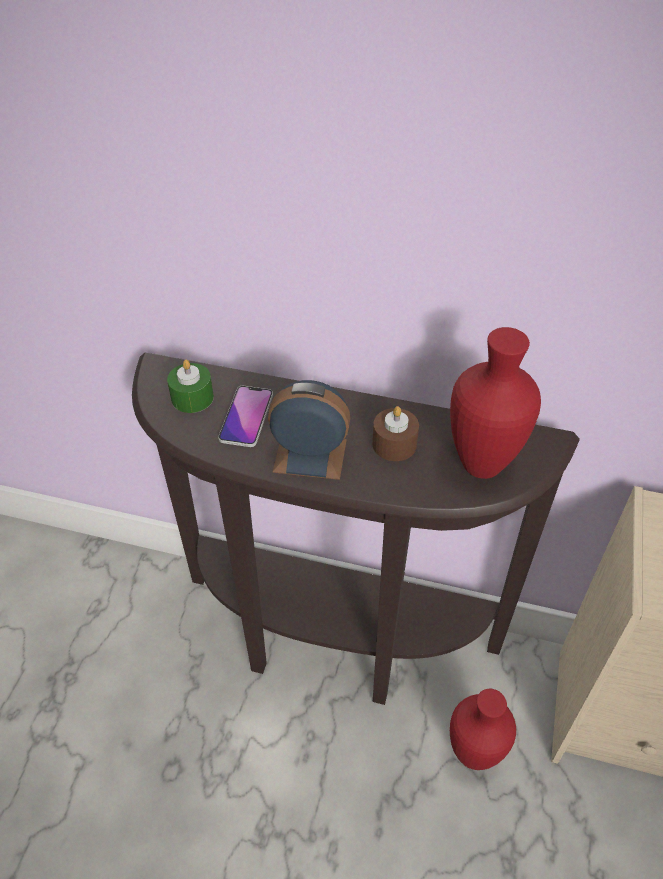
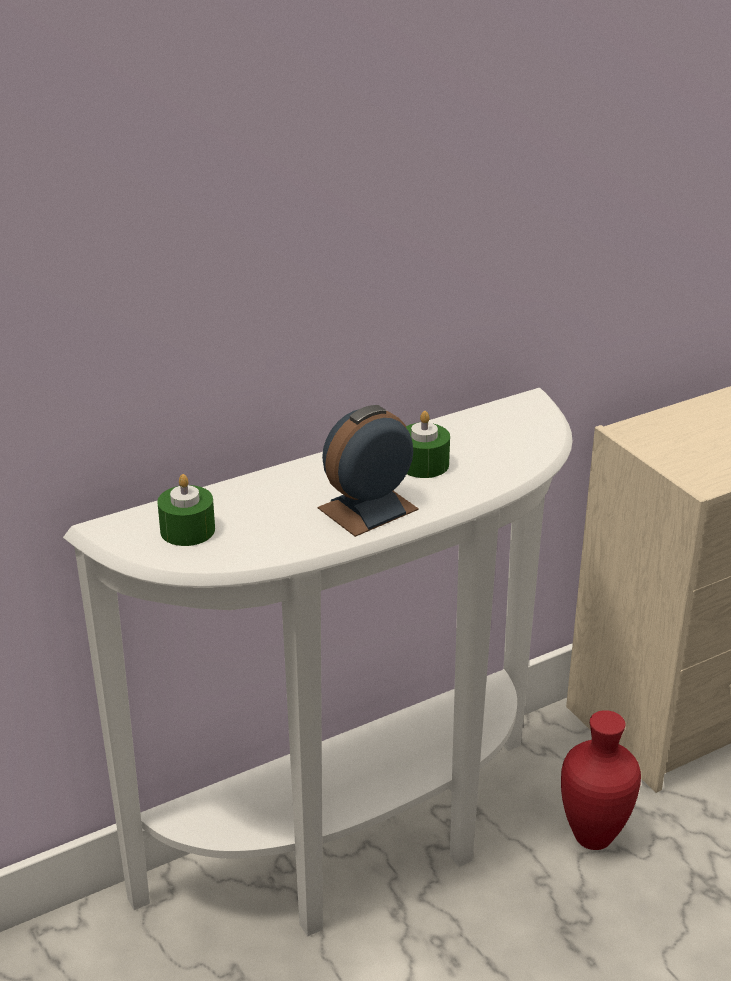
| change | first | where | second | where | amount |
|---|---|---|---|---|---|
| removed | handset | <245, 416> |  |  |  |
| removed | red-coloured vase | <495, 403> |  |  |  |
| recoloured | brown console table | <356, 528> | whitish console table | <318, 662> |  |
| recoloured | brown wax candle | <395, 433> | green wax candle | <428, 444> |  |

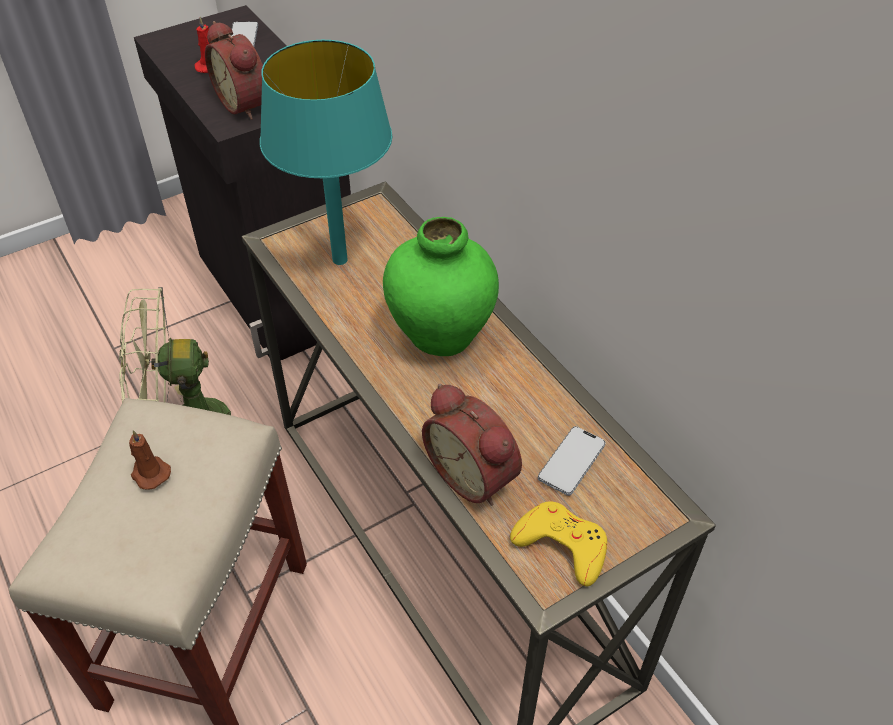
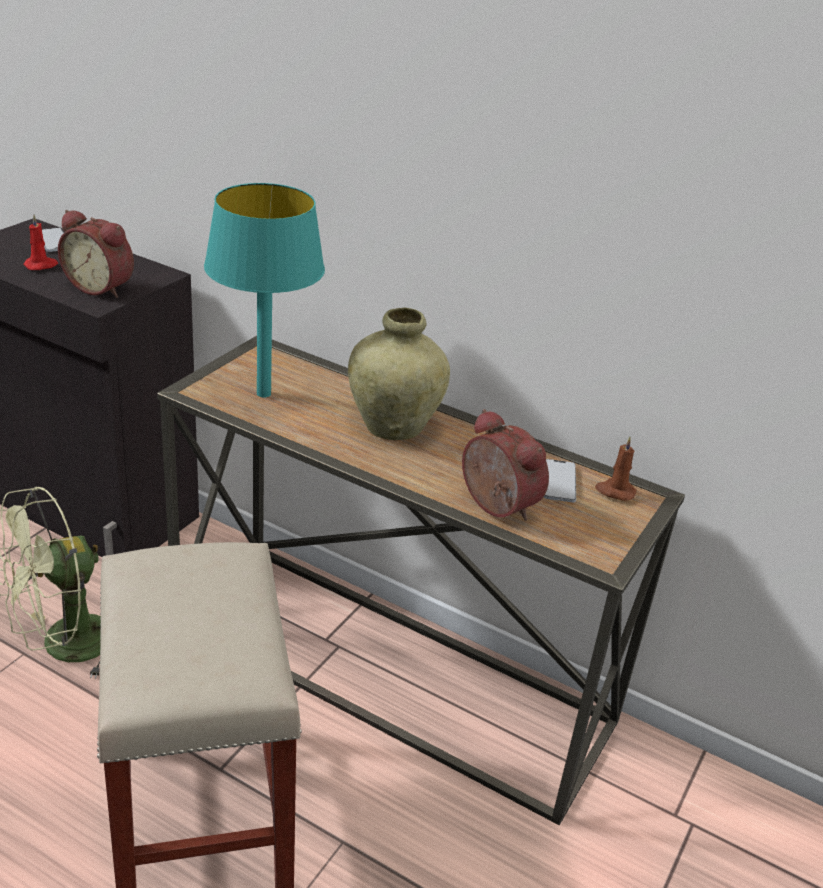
| change | first | where | second | where | amount |
|---|---|---|---|---|---|
| removed | yellow-coloured gamepad | <558, 543> |  |  |  |
| moved | brown wax candle | <150, 460> |  | <616, 469> |  |
| recoloured | green vase | <441, 286> | beige-coloured vase | <399, 373> |  |
| turned | bedside clock | <472, 445> |  | <505, 465> | 150 degrees counterclockwise |

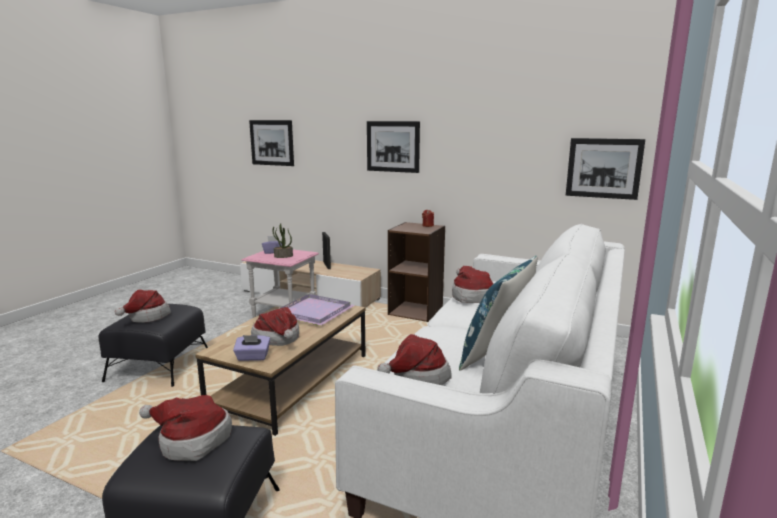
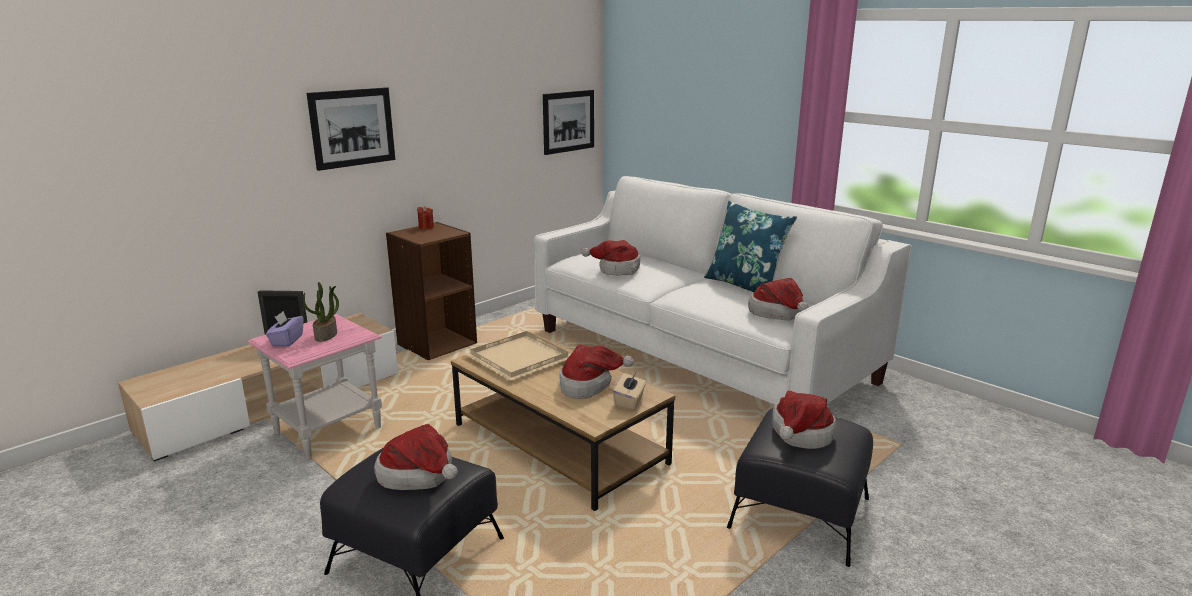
| change | first | where | second | where | amount |
|---|---|---|---|---|---|
| removed | picture | <271, 143> |  |  |  |
| recoloured | purple-coloured tissue holder | <251, 348> | beige-coloured tissue holder | <629, 391> |  |
| recoloured | purple-coloured tray | <317, 310> | beige-coloured tray | <517, 356> |  |

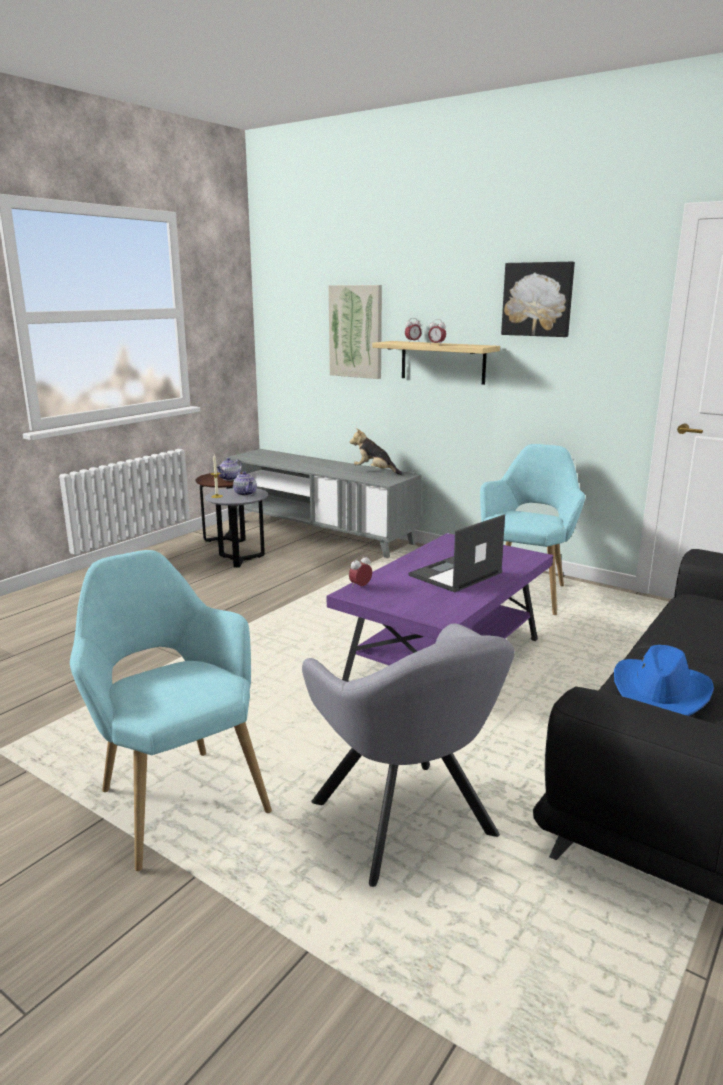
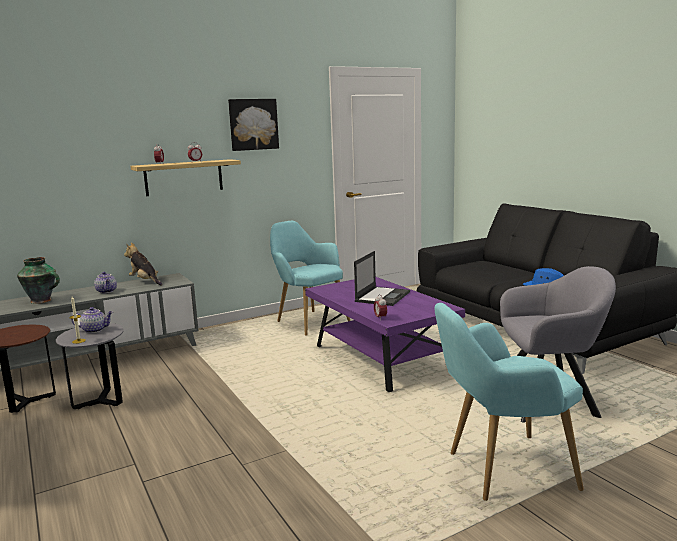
| change | first | where | second | where | amount |
|---|---|---|---|---|---|
| removed | picture | <355, 332> |  |  |  |
| added |  |  | vase | <38, 280> |  |
| moved | teapot | <229, 469> |  | <105, 282> |  |
| turned | cuddly toy | <376, 451> |  | <143, 264> | 75 degrees clockwise |
| turned | portable computer | <456, 553> |  | <382, 278> | 135 degrees counterclockwise |

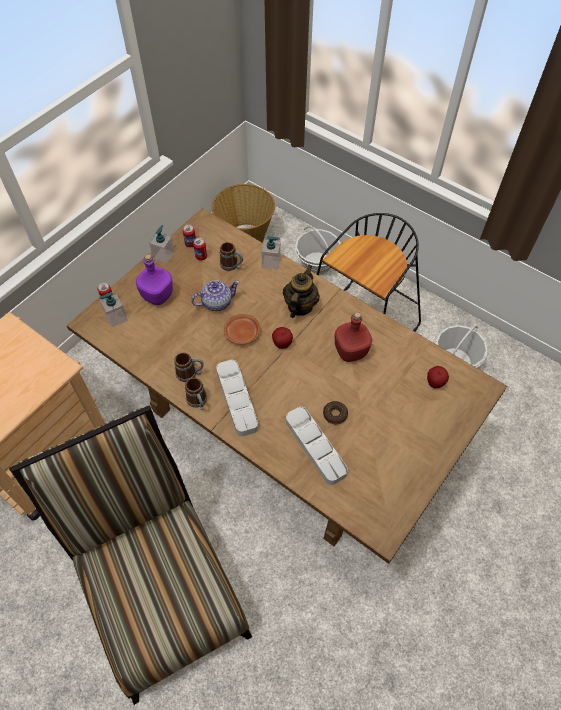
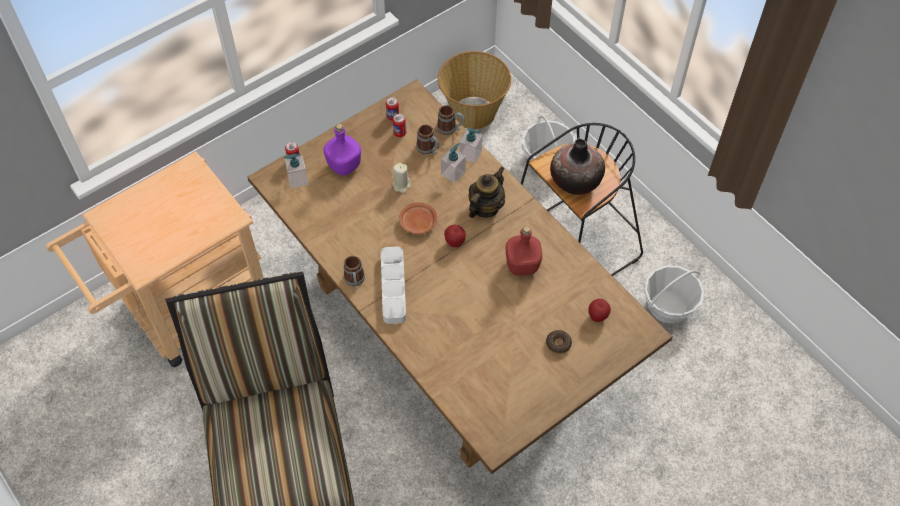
| change | first | where | second | where | amount |
|---|---|---|---|---|---|
| removed | grey tray | <317, 446> |  |  |  |
| added |  |  | vase | <577, 167> |  |
| moved | soap bottle | <162, 244> |  | <453, 163> |  |
| moved | tea mug | <189, 367> |  | <451, 120> |  |
| moved | doughnut | <335, 412> |  | <559, 342> |  |
| replaced | teapot | <215, 295> | beige-coloured wax candle | <401, 178> |  |

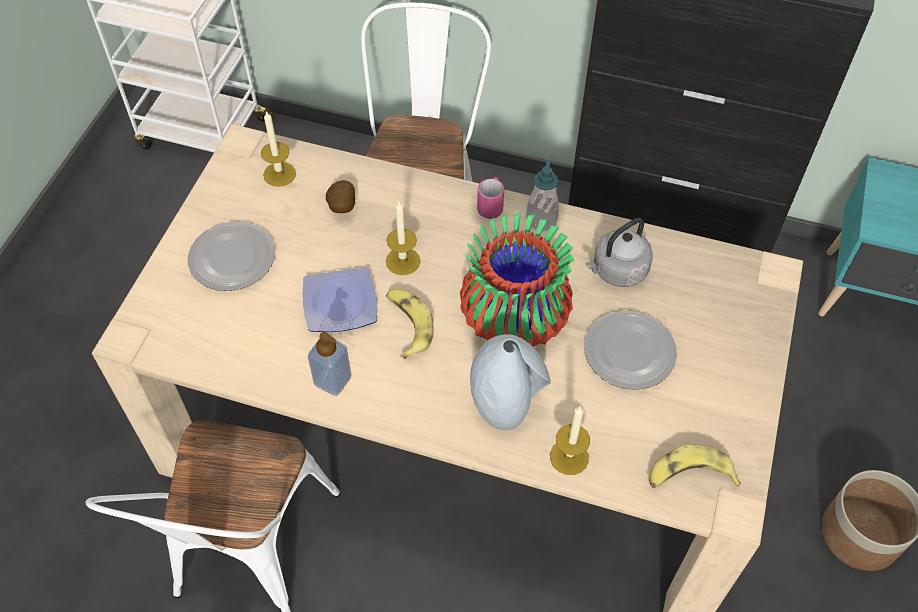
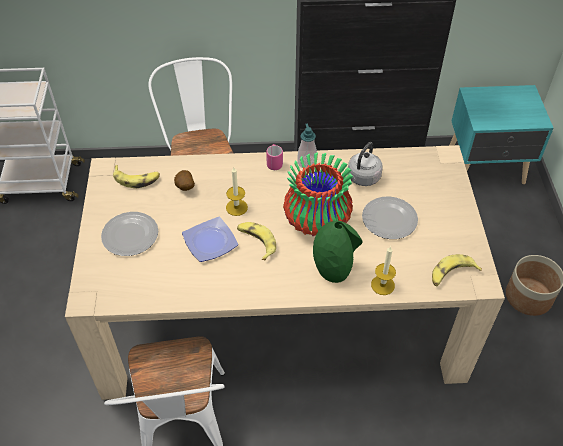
| change | first | where | second | where | amount |
|---|---|---|---|---|---|
| removed | soap bottle | <329, 364> |  |  |  |
| replaced | wax candle | <278, 148> | banana fruit | <136, 176> |  |
| recoloured | grey vase | <510, 382> | green vase | <338, 252> |  |

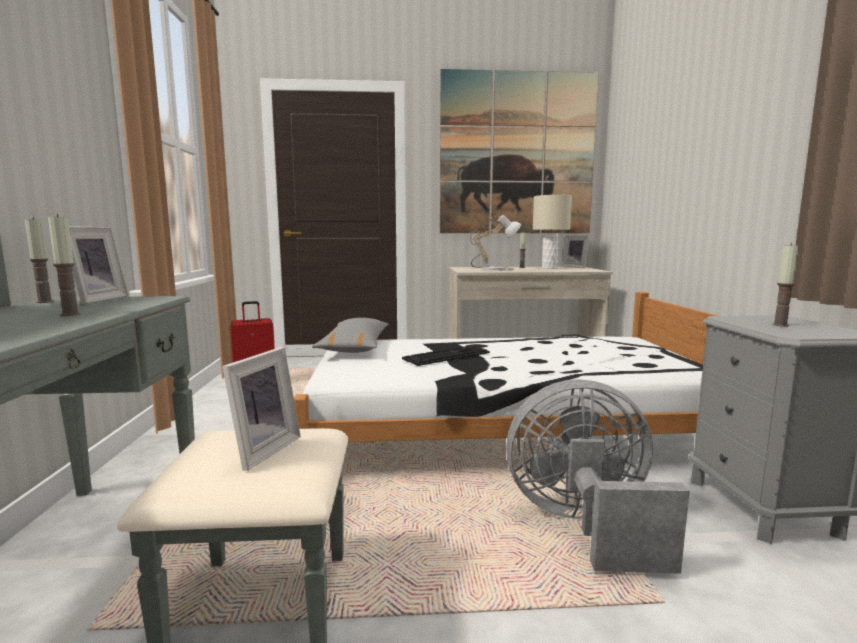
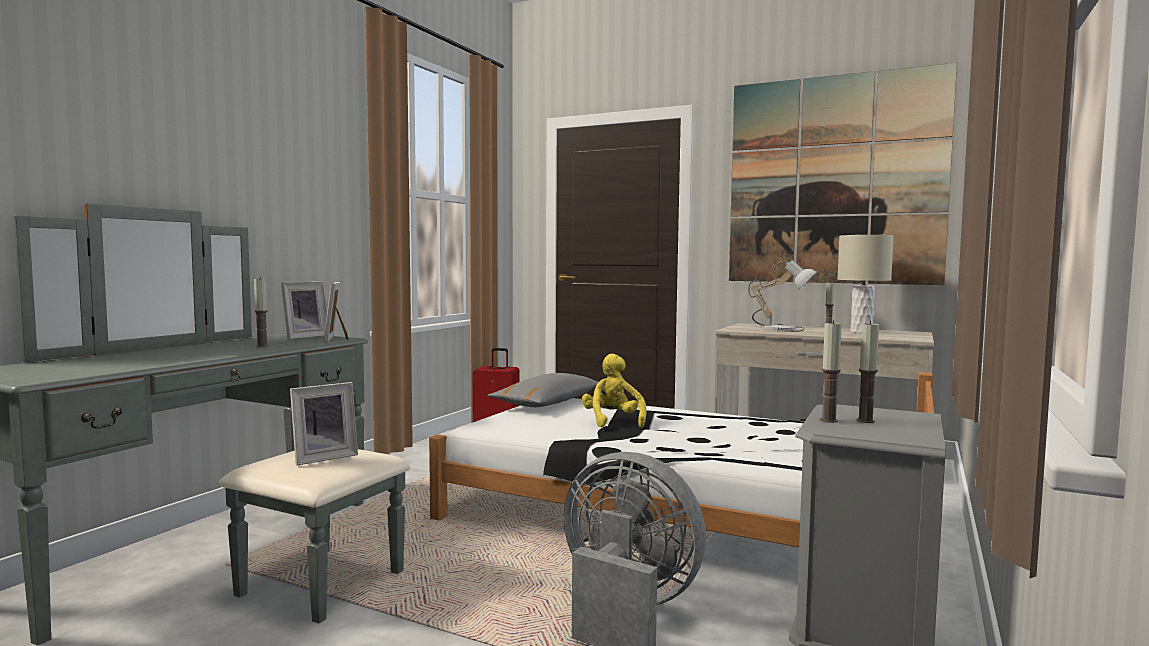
| change | first | where | second | where | amount |
|---|---|---|---|---|---|
| moved | wax candle | <39, 260> |  | <831, 371> |  |
| moved | picture frame | <575, 251> |  | <335, 312> |  |
| replaced | PC keyboard | <446, 355> | yellow-coloured cuddly toy | <614, 391> |  |

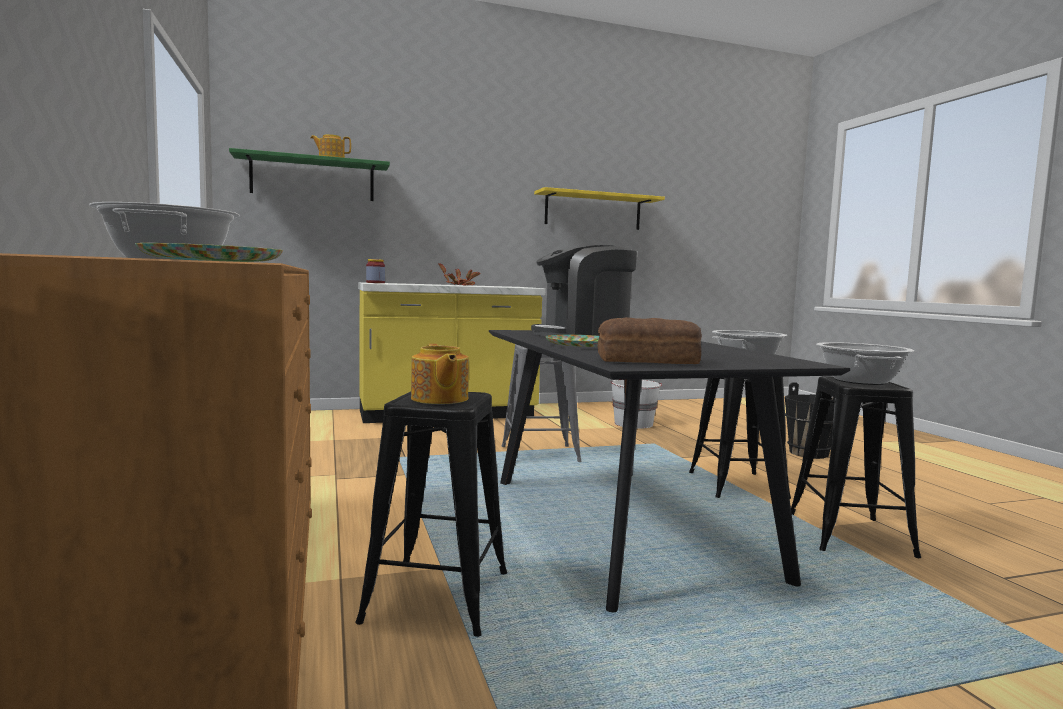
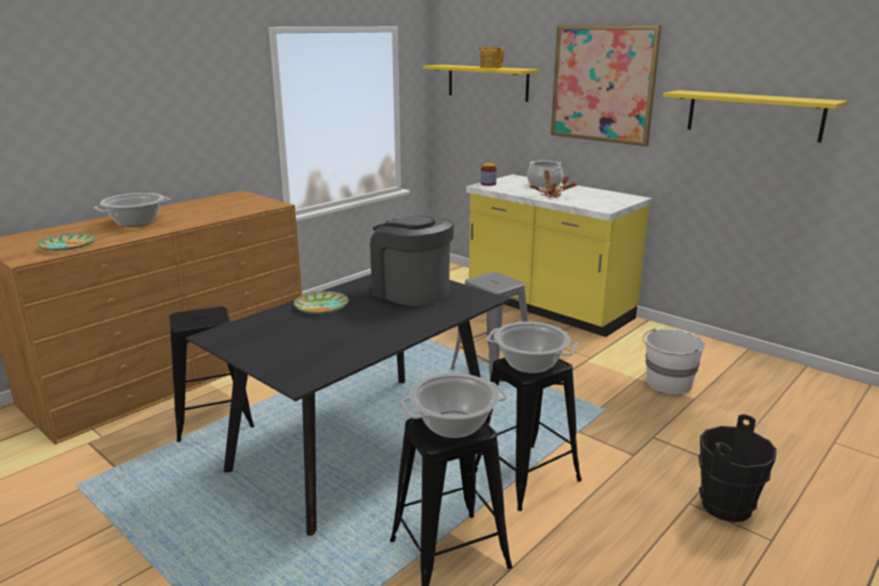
| change | first | where | second | where | amount |
|---|---|---|---|---|---|
| removed | teapot | <440, 374> |  |  |  |
| removed | bakery bread | <650, 340> |  |  |  |
| added |  |  | stockpot | <545, 174> |  |
| added |  |  | picture | <606, 85> |  |
| recoloured | green wall shelf | <309, 174> | yellow-coloured wall shelf | <481, 83> |  |

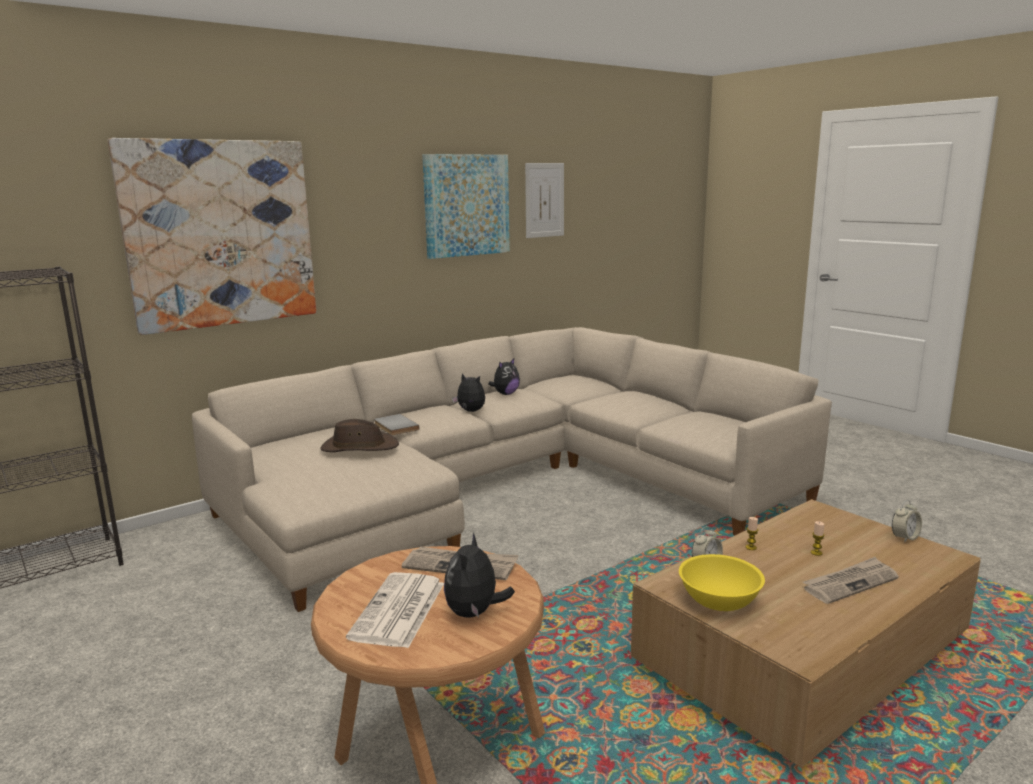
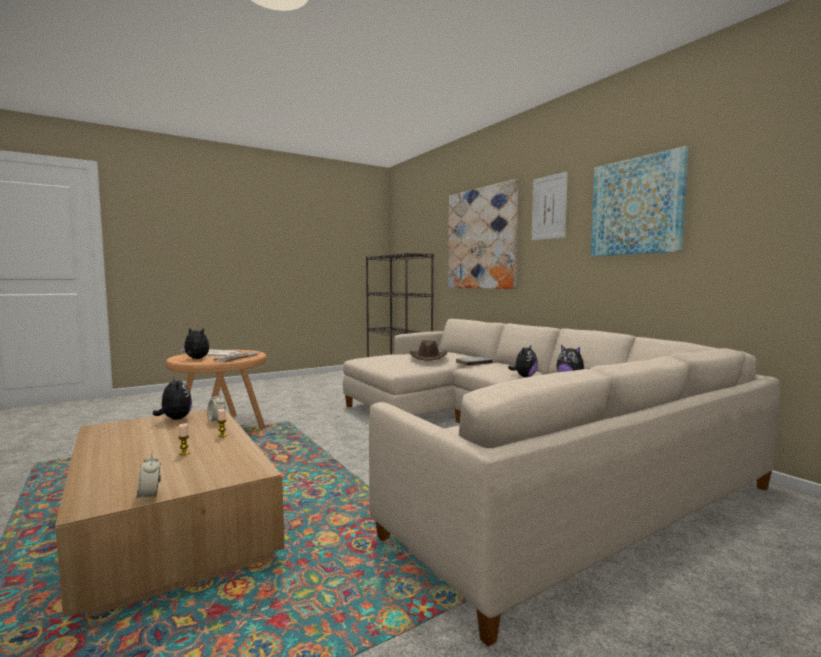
| change | first | where | second | where | amount |
|---|---|---|---|---|---|
| removed | daily paper | <851, 580> |  |  |  |
| moved | picture | <544, 200> |  | <550, 206> |  |
| replaced | yellow-coloured deep dish | <722, 582> | cuddly toy | <172, 398> |  |

